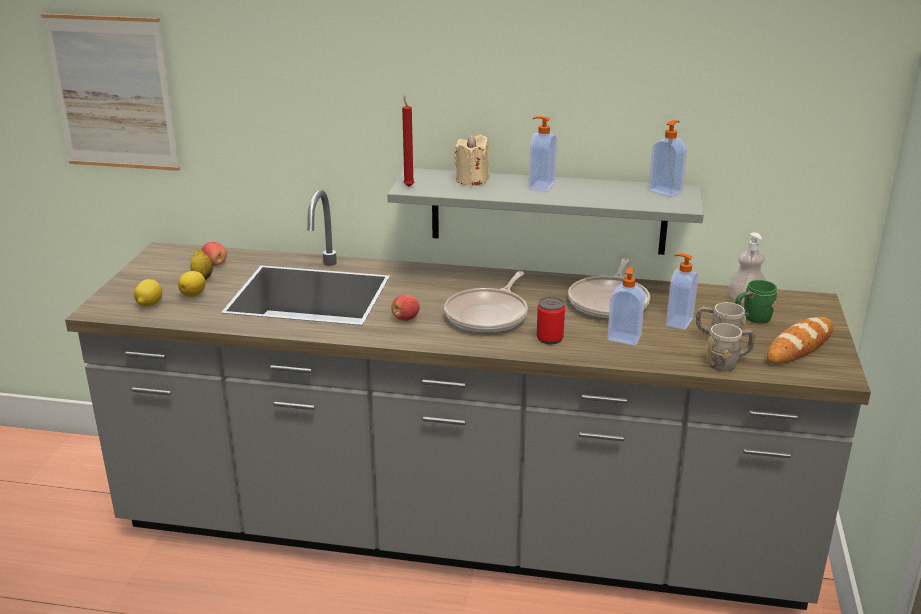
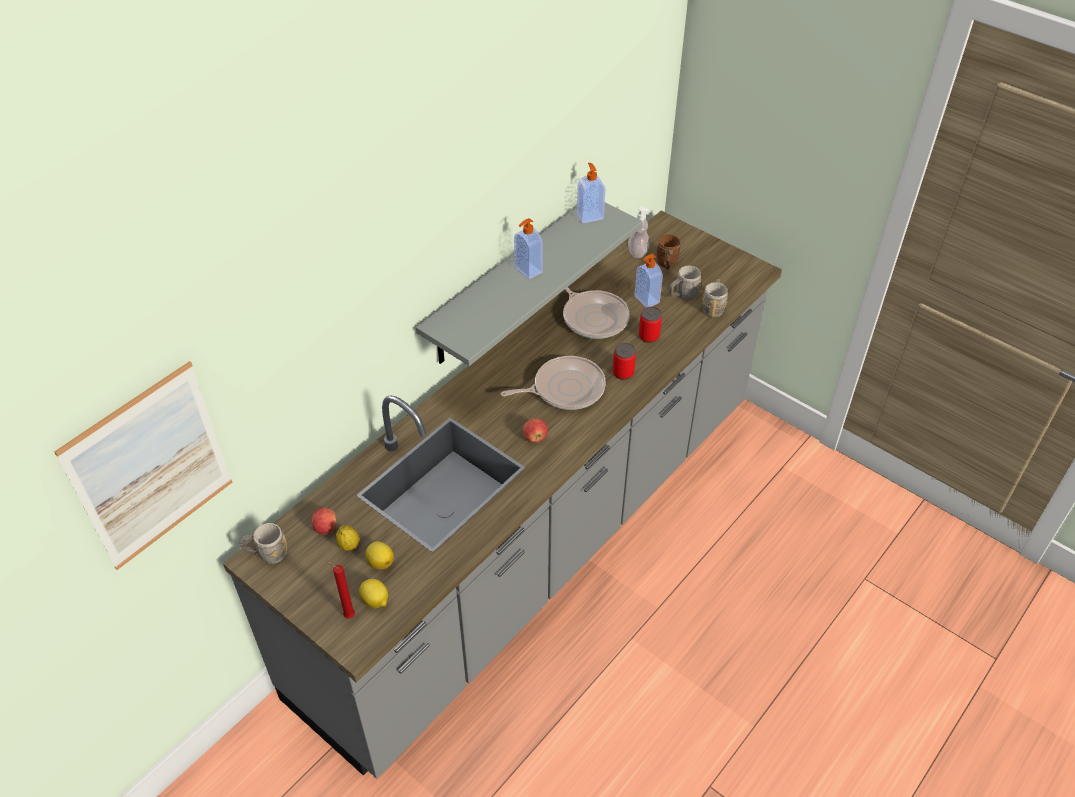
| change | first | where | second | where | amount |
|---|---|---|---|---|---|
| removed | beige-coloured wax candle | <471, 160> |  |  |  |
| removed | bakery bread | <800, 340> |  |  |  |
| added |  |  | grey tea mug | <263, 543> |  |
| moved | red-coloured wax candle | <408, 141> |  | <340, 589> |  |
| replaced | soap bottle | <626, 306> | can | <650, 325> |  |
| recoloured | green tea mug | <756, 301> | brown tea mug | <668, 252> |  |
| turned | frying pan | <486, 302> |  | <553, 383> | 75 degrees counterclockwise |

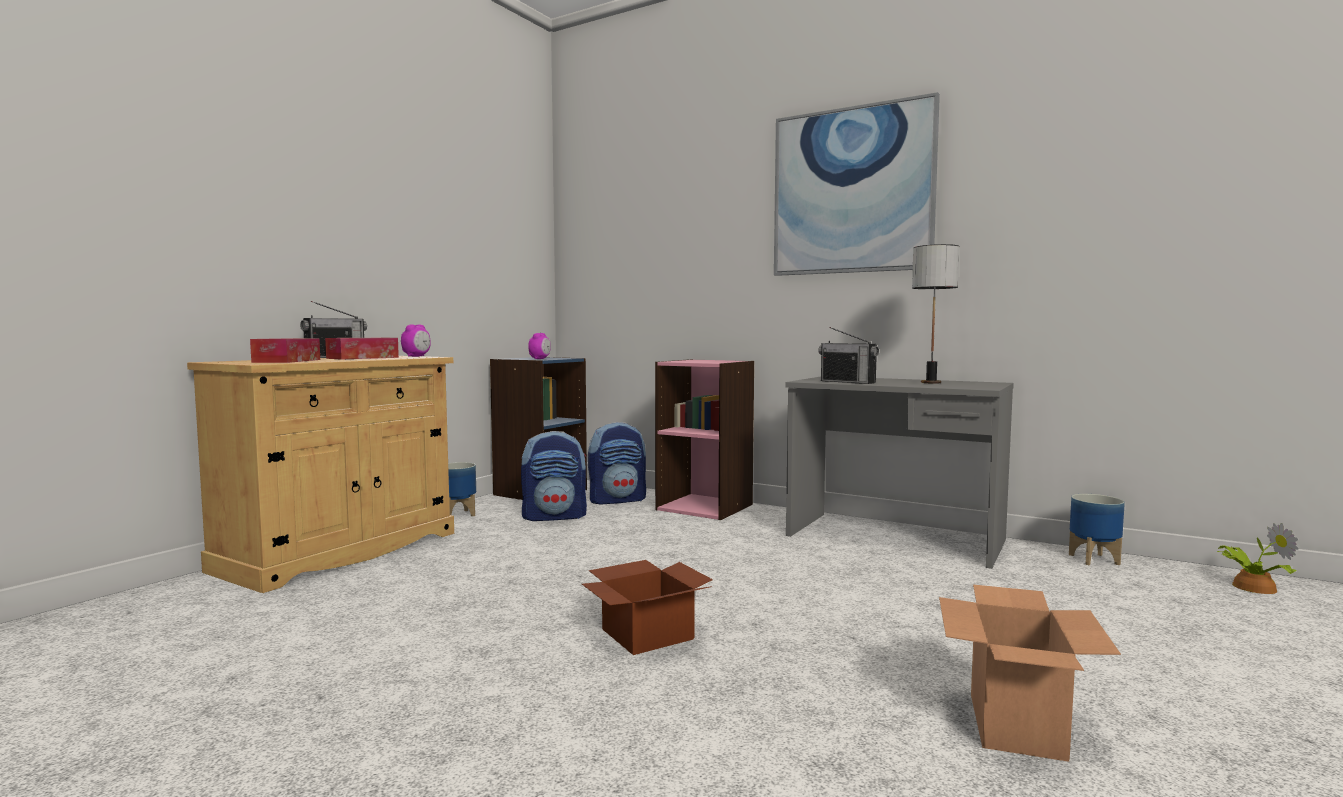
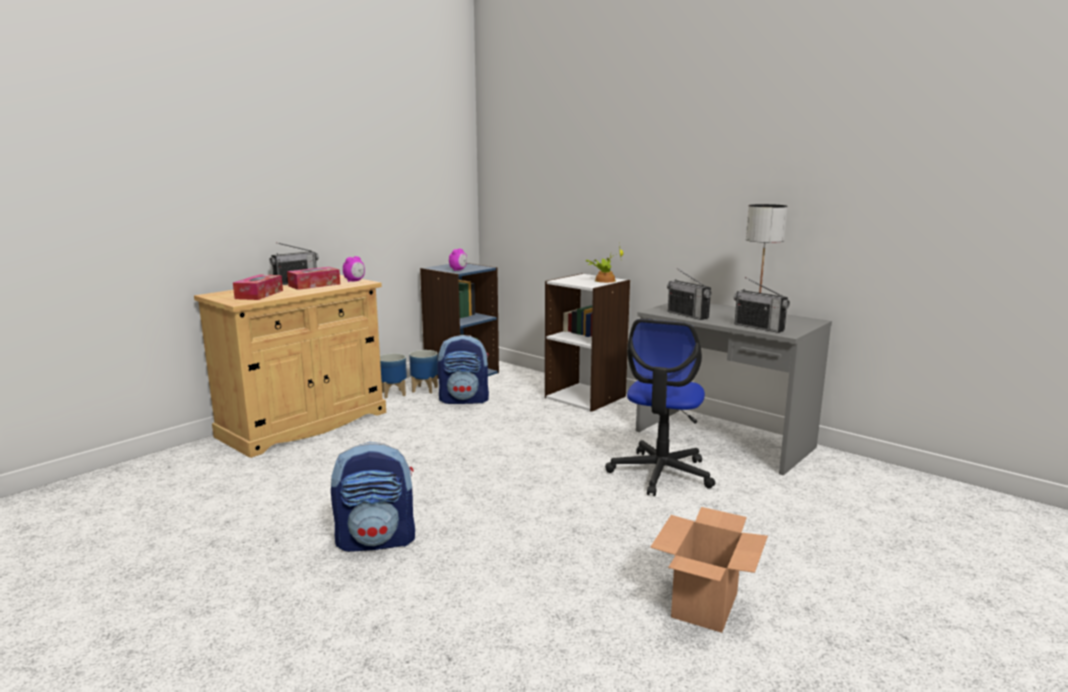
| change | first | where | second | where | amount |
|---|---|---|---|---|---|
| removed | carton | <647, 607> |  |  |  |
| removed | picture | <857, 184> |  |  |  |
| added |  |  | office chair | <660, 407> |  |
| added |  |  | radio | <762, 305> |  |
| moved | backpack | <617, 463> |  | <373, 497> |  |
| moved | flower pot | <1097, 529> |  | <423, 372> |  |
| moved | potted plant | <1258, 558> |  | <604, 263> |  |
| recoloured | pinkish shelving unit | <704, 439> | whitish shelving unit | <587, 342> |  |

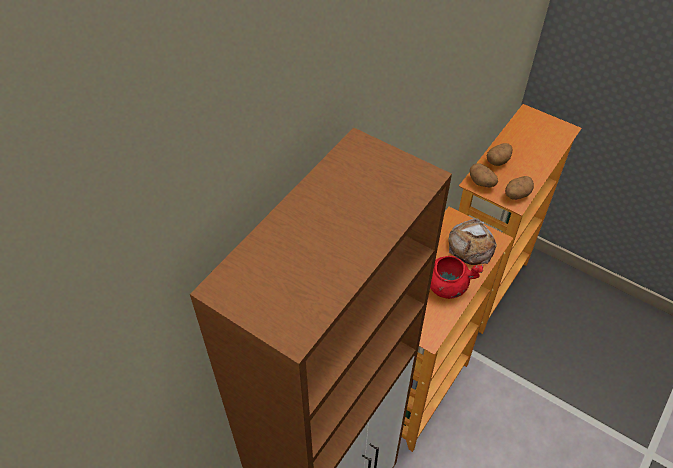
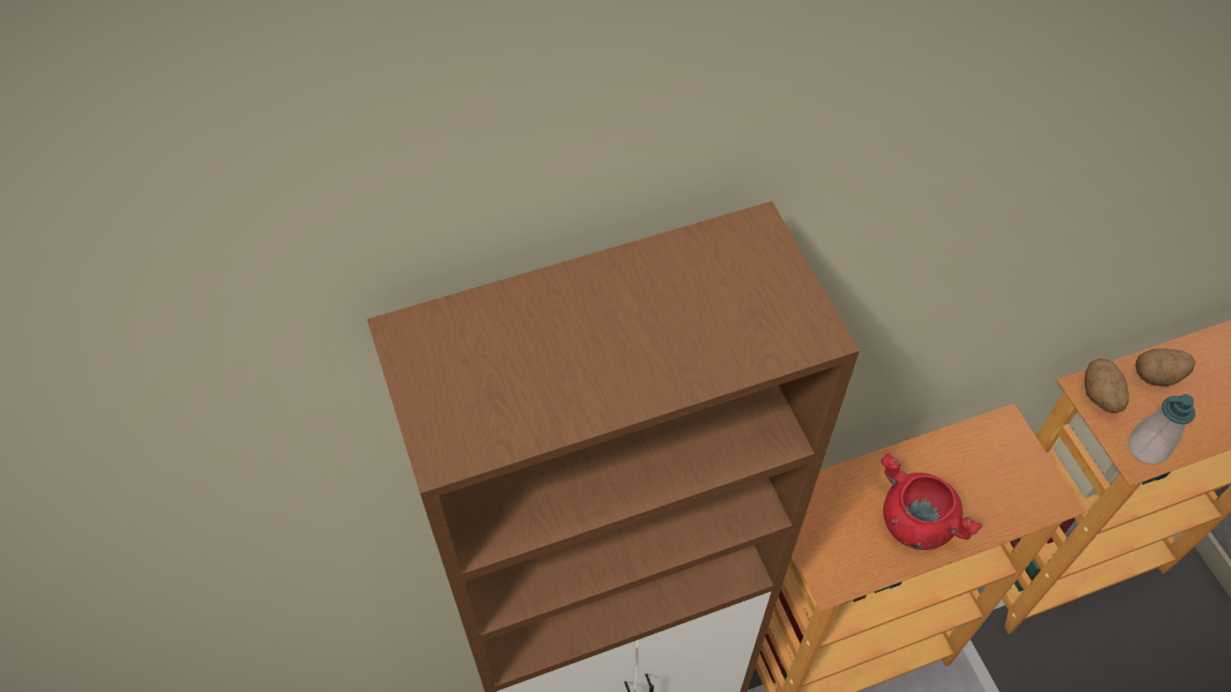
| change | first | where | second | where | amount |
|---|---|---|---|---|---|
| removed | bakery bread | <472, 242> |  |  |  |
| replaced | spud | <519, 188> | soap bottle | <1161, 429> |  |

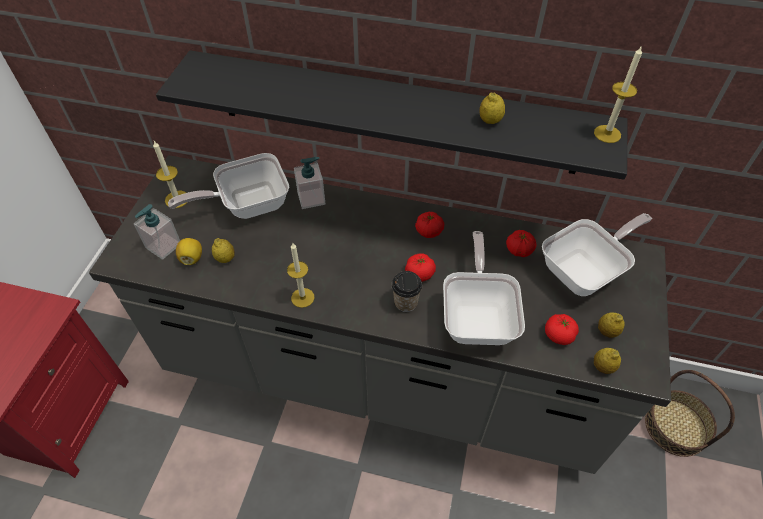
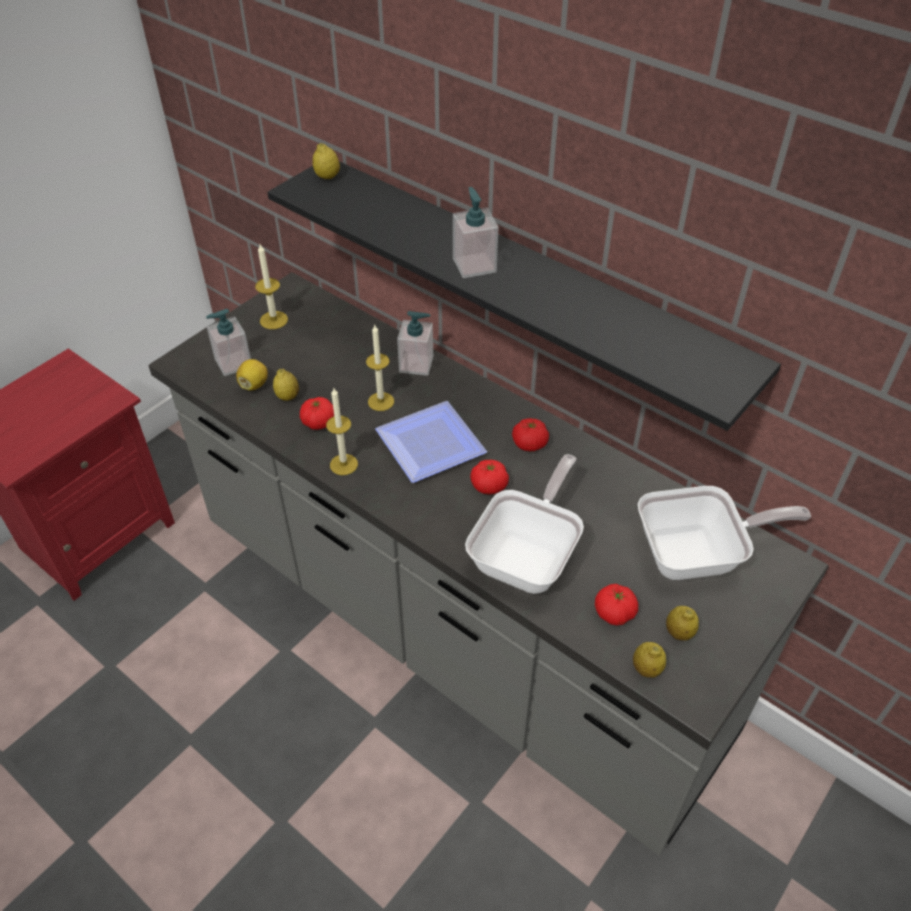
| change | first | where | second | where | amount |
|---|---|---|---|---|---|
| removed | frying pan | <228, 186> |  |  |  |
| removed | small cup | <407, 291> |  |  |  |
| removed | basket | <690, 413> |  |  |  |
| added |  |  | plate | <431, 442> |  |
| added |  |  | soap bottle | <475, 232> |  |
| moved | whole lemon | <492, 108> |  | <326, 161> |  |
| moved | tomato | <521, 243> |  | <317, 413> |  |
| moved | wax candle | <618, 94> |  | <380, 368> |  |

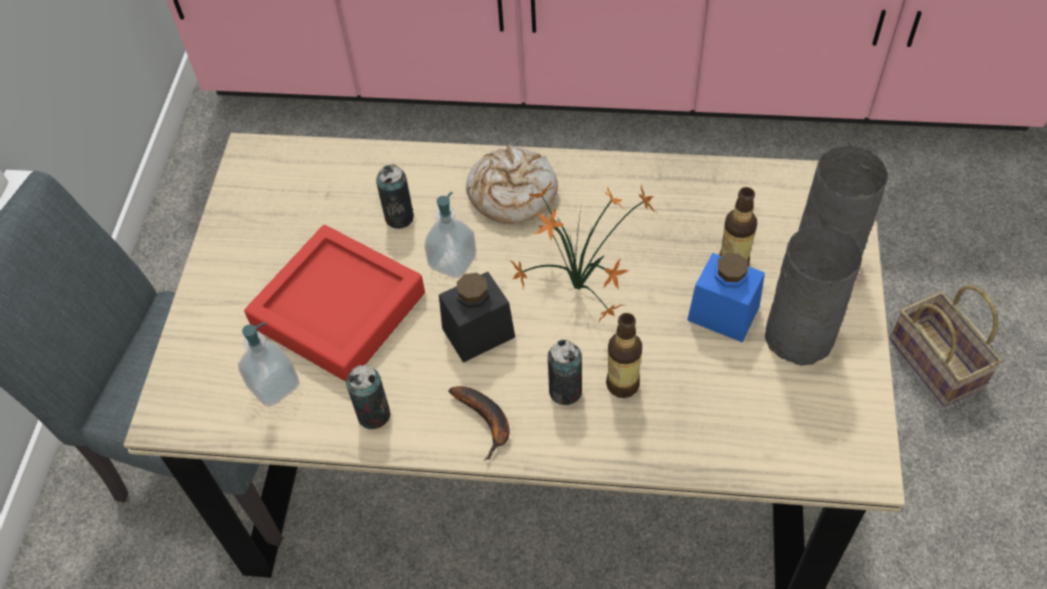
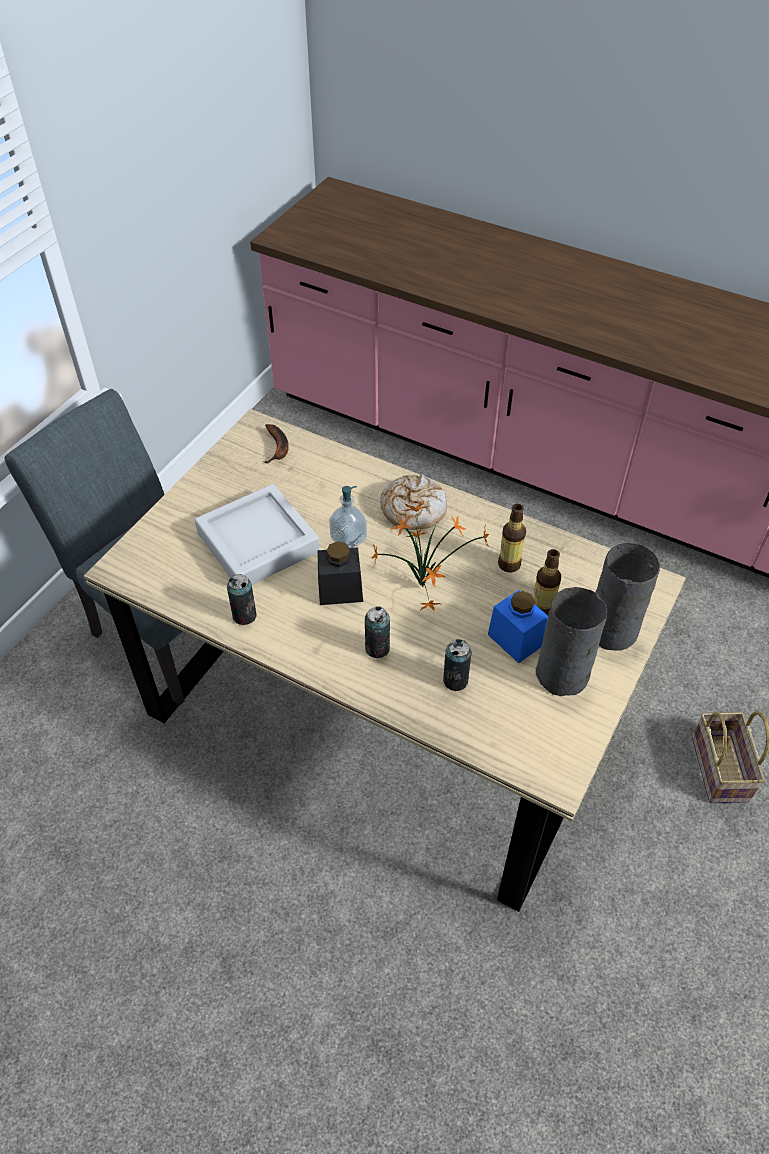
| change | first | where | second | where | amount |
|---|---|---|---|---|---|
| removed | soap bottle | <268, 364> |  |  |  |
| moved | can | <395, 197> |  | <457, 665> |  |
| moved | banana fruit | <478, 423> |  | <276, 443> |  |
| moved | bottle | <624, 355> |  | <512, 538> |  |
| recoloured | red-coloured tray | <334, 303> | grey tray | <257, 534> |  |

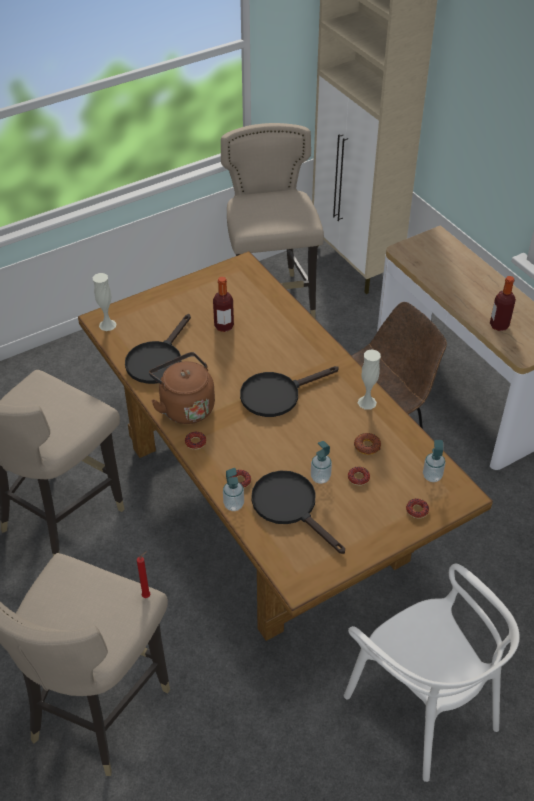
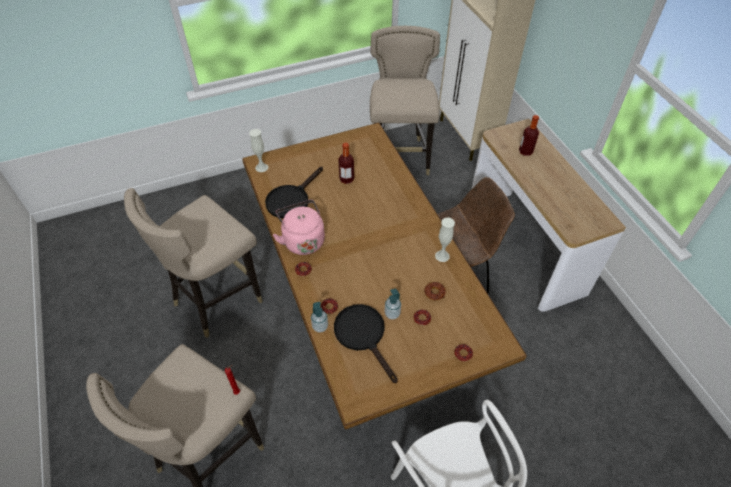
| change | first | where | second | where | amount |
|---|---|---|---|---|---|
| removed | blackish frying pan | <289, 391> |  |  |  |
| removed | soap bottle | <434, 461> |  |  |  |
| moved | bottle | <503, 303> |  | <529, 135> |  |
| recoloured | brown tea kettle | <182, 388> | pinkish tea kettle | <299, 227> |  |

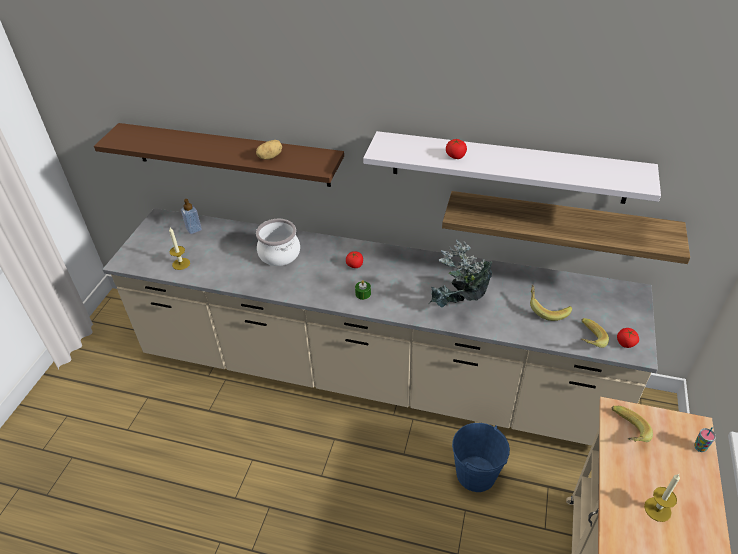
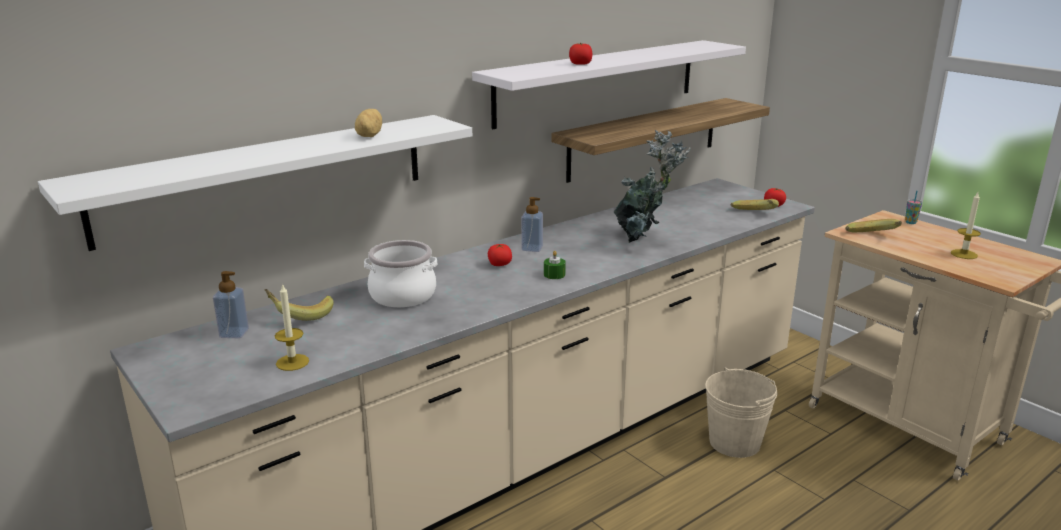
| change | first | where | second | where | amount |
|---|---|---|---|---|---|
| added |  |  | soap bottle | <532, 224> |  |
| moved | banana fruit | <551, 303> |  | <299, 305> |  |
| recoloured | brown wall shelf | <219, 155> | whitish wall shelf | <255, 183> |  |
| recoloured | blue bucket | <481, 457> | beige-coloured bucket | <741, 412> |  |

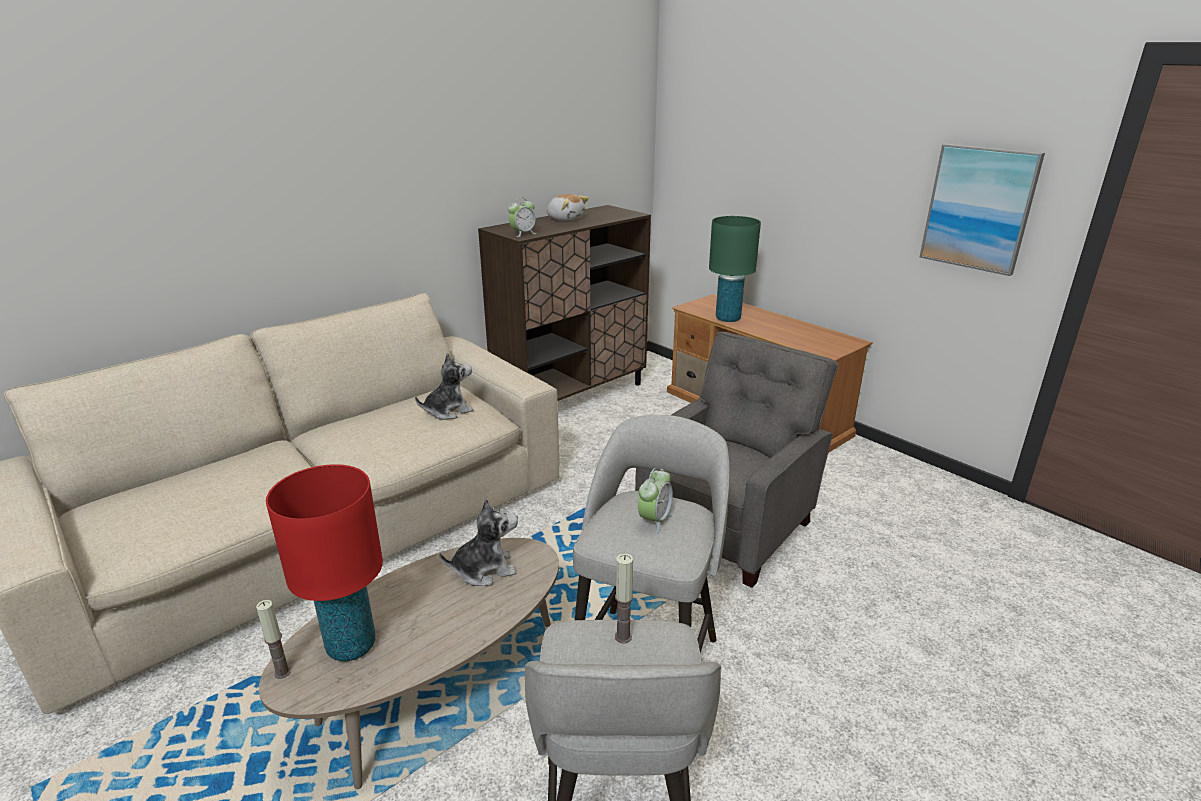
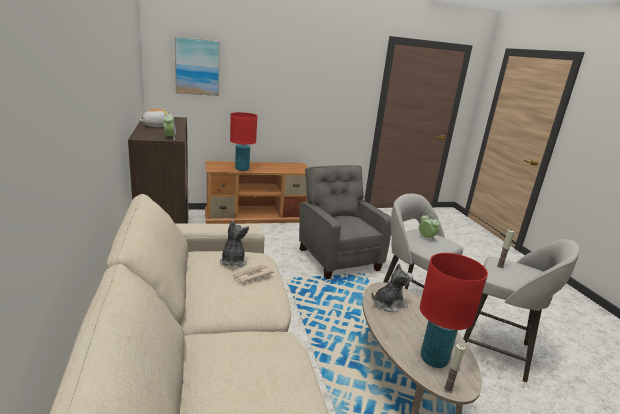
| change | first | where | second | where | amount |
|---|---|---|---|---|---|
| added |  |  | daily paper | <253, 274> |  |
| moved | picture | <982, 210> |  | <197, 66> |  |
| recoloured | green tabletop lamp | <735, 269> | red-coloured tabletop lamp | <243, 141> |  |
| turned | cuddly toy | <478, 542> |  | <392, 288> | 60 degrees clockwise |

